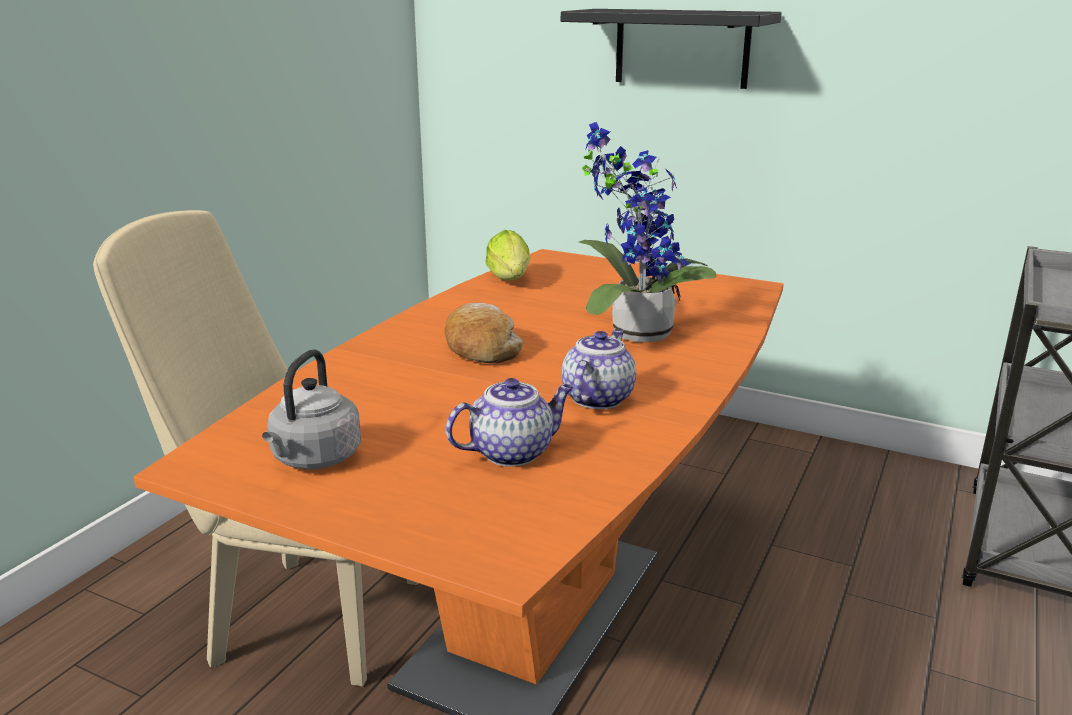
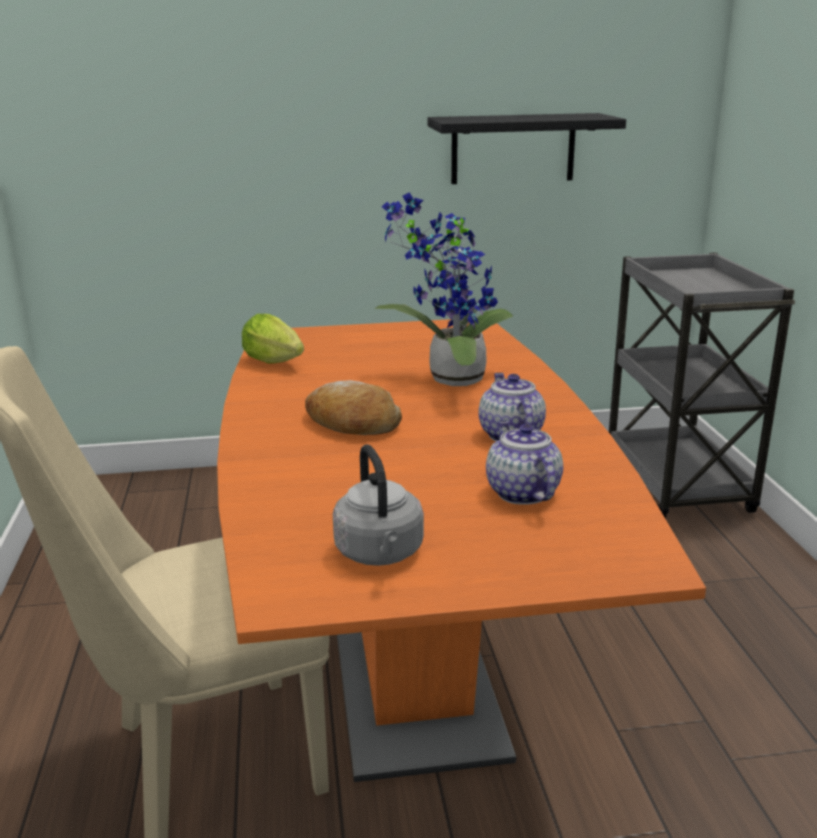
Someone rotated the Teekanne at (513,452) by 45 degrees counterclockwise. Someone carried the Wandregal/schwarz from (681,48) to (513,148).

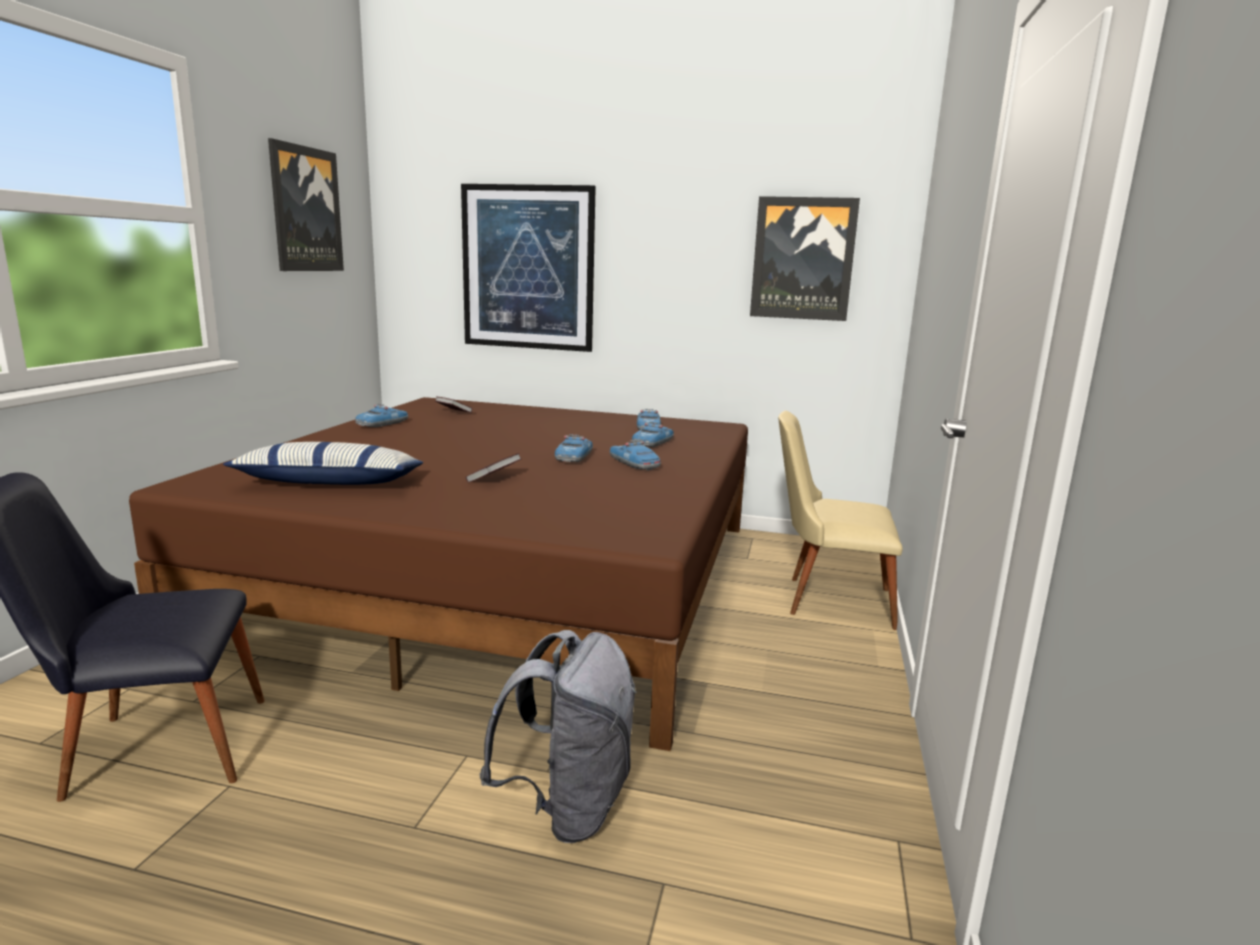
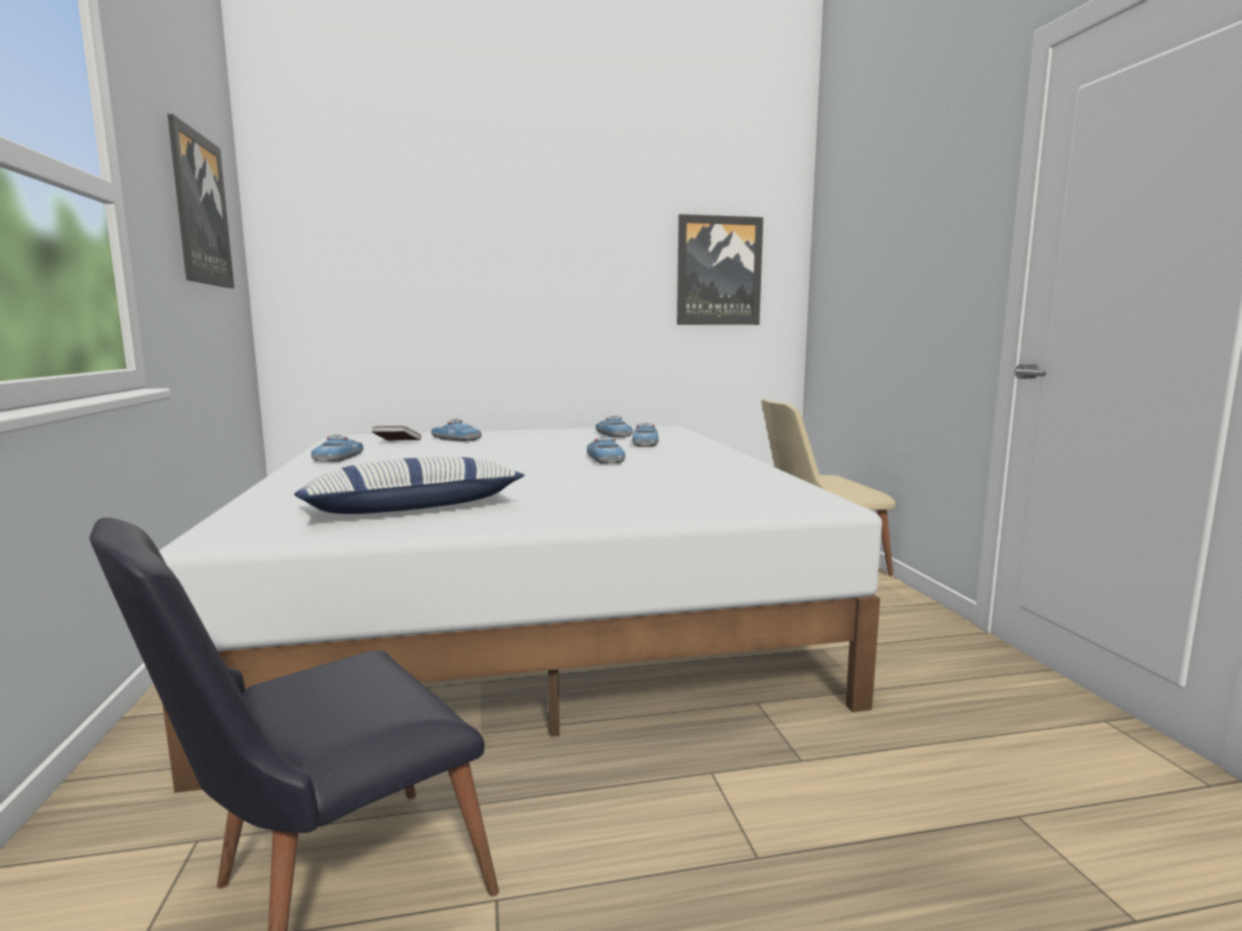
Someone repainted the Bett/braun at (508,579), which became the Bett/weiß at (531,607). Someone took away the Bild at (528,268). Someone took away the Buch at (494,479). Someone took away the Rucksack/grau at (567,807). Someone carried the Spielzeugauto from (634,463) to (456,439).

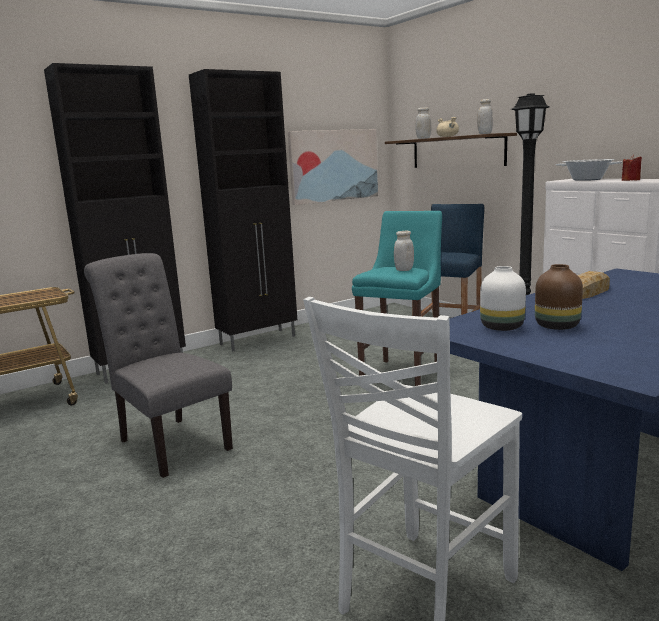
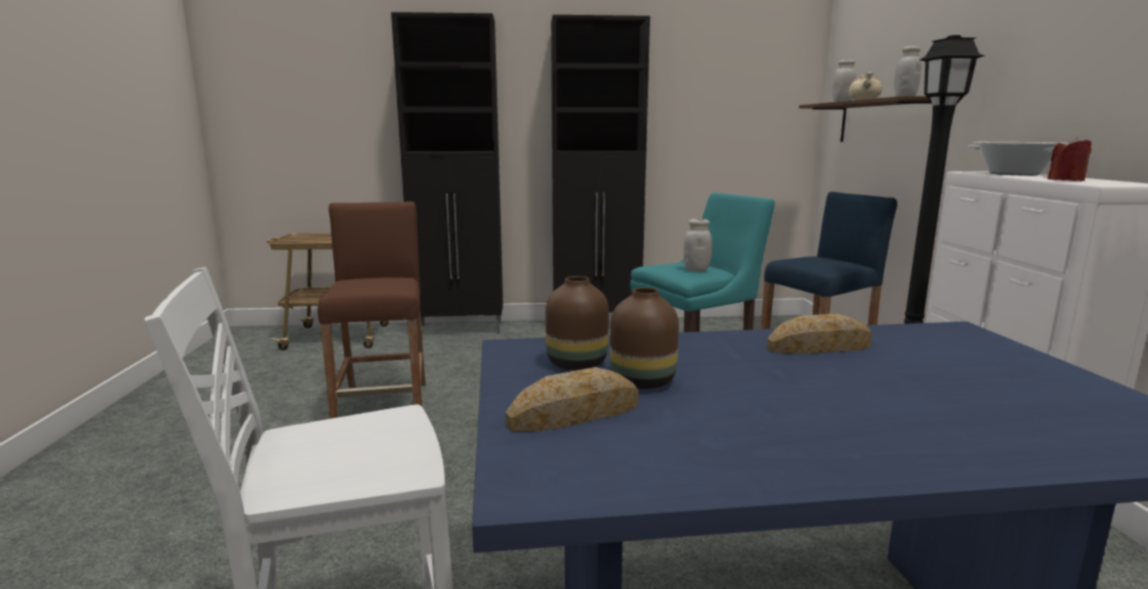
Someone swapped the Stuhl/grau at (170,442) for the Hocker/braun at (384,406). Someone took away the Bild at (333,165). Someone repainted the Vase/weiß at (503,327), which became the Vase/braun at (578,364). Someone put down the Brot at (574,413).

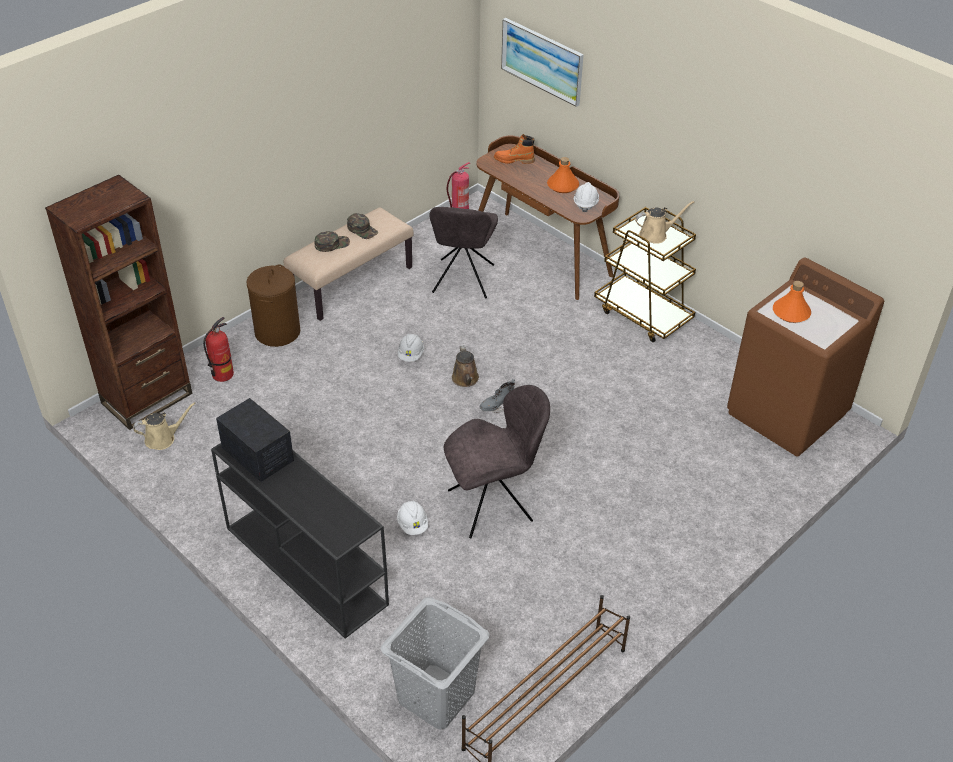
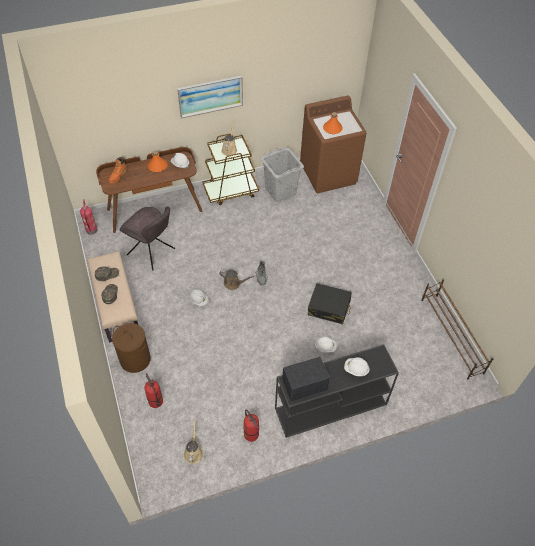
Someone took away the Bücherregal/braun at (147,398). Someone carried the Wäschekorb/grau from (435,696) to (280,191). Someone swapped the Stuhl/grau at (493,505) for the Koffer/schwarz at (329,308). Someone carried the Bild from (542,61) to (210,96). Someone put down the Feuerlöscher at (251,434). Someone put down the Schutzhelm/weiß at (356,369).

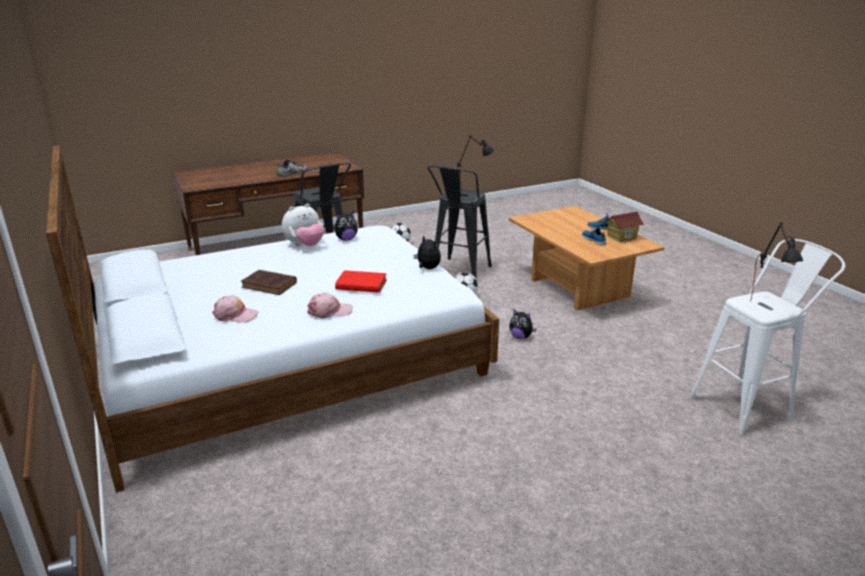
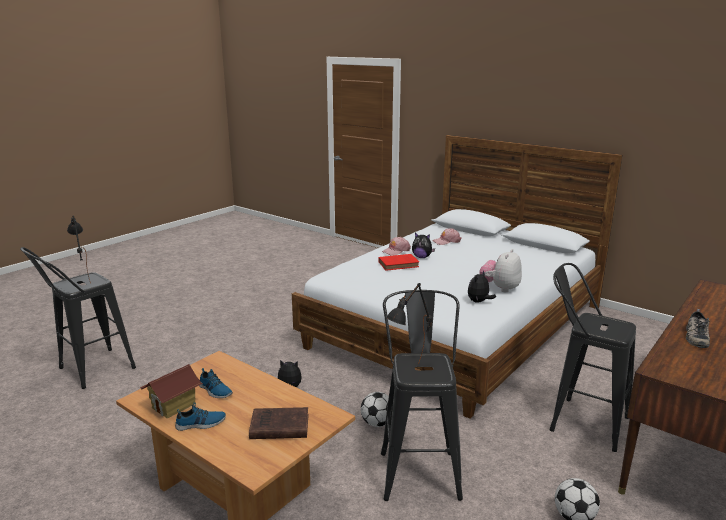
Someone carried the Buch/braun from (270,285) to (278,427). Someone carried the Plüschtier from (427,268) to (422,257). Someone repainted the Hocker/weiß at (748,406), which became the Hocker/schwarz at (89,371).

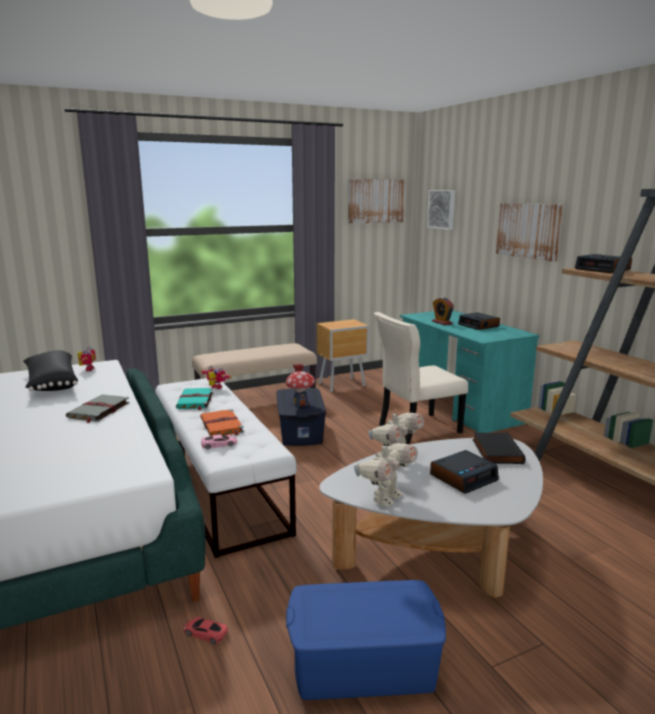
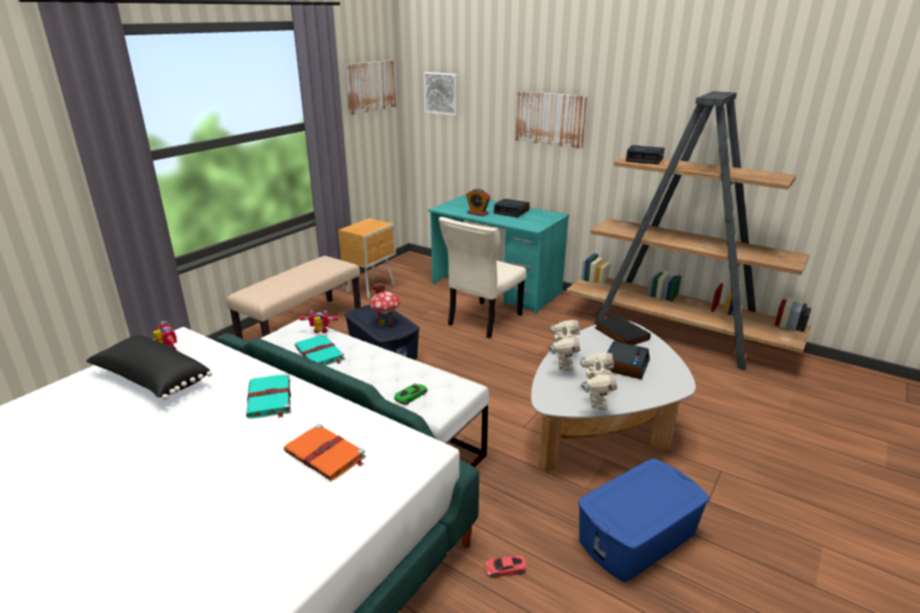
Someone repainted the Buch/grau at (98,410), which became the Buch/türkis at (269,399). Someone carried the Buch/orange from (222,426) to (326,455). Someone repainted the Spielzeugauto/rosa at (219,444), which became the Spielzeugauto/grün at (411,396).

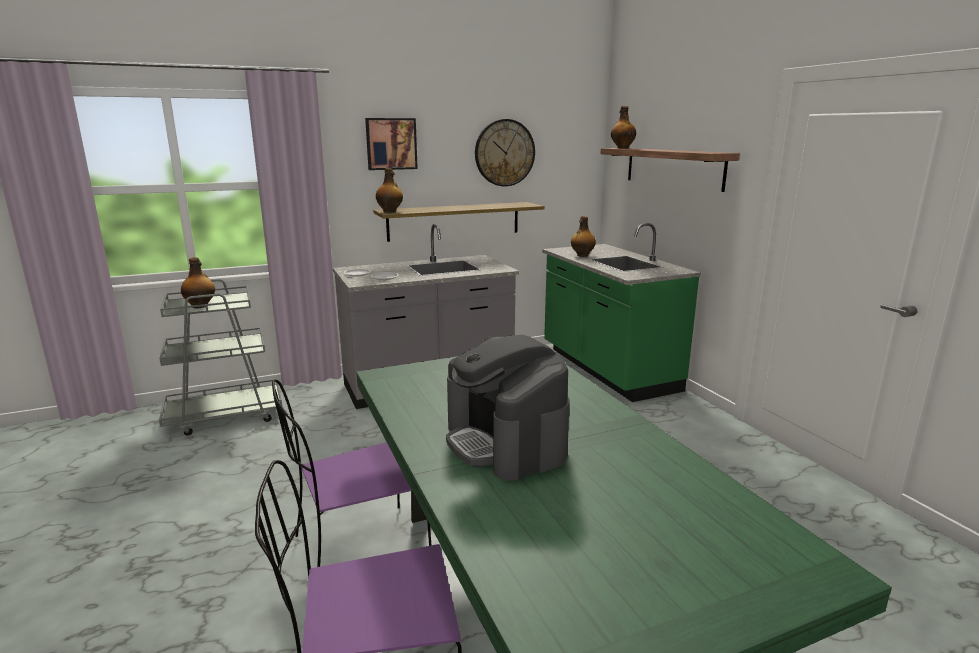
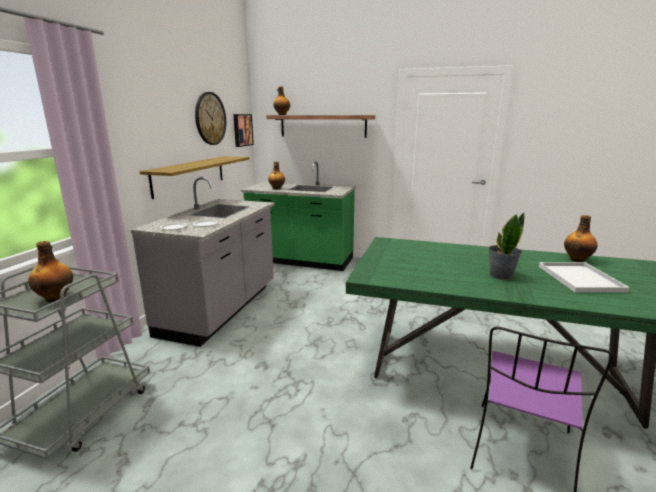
Someone took away the Stuhl/lila at (358,550). Someone carried the Bild from (391,144) to (242,130). Someone carried the Flasche from (390,211) to (577,260). Someone swapped the Kaffeemaschine at (506,442) for the Topfpflanze at (500,275). Someone put down the Tablett/weiß at (581,279).

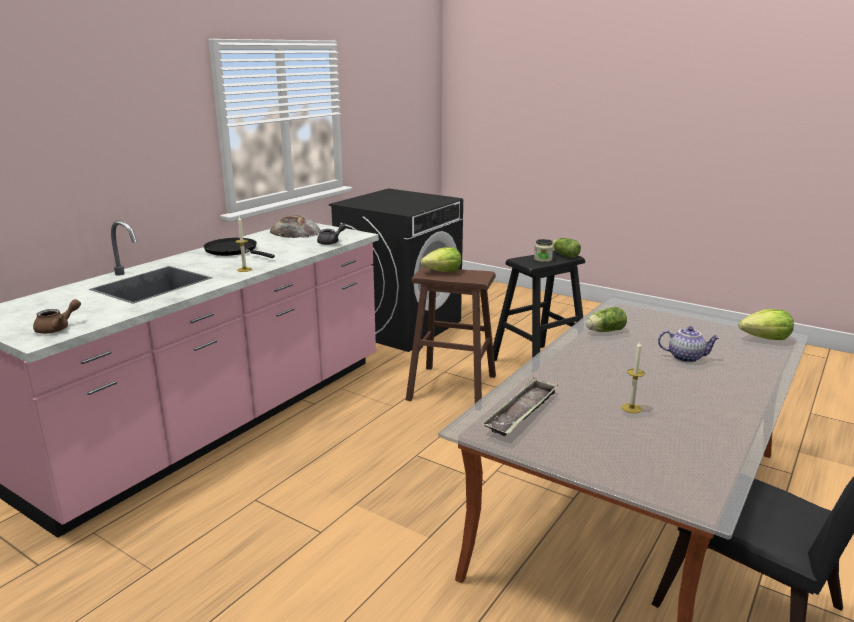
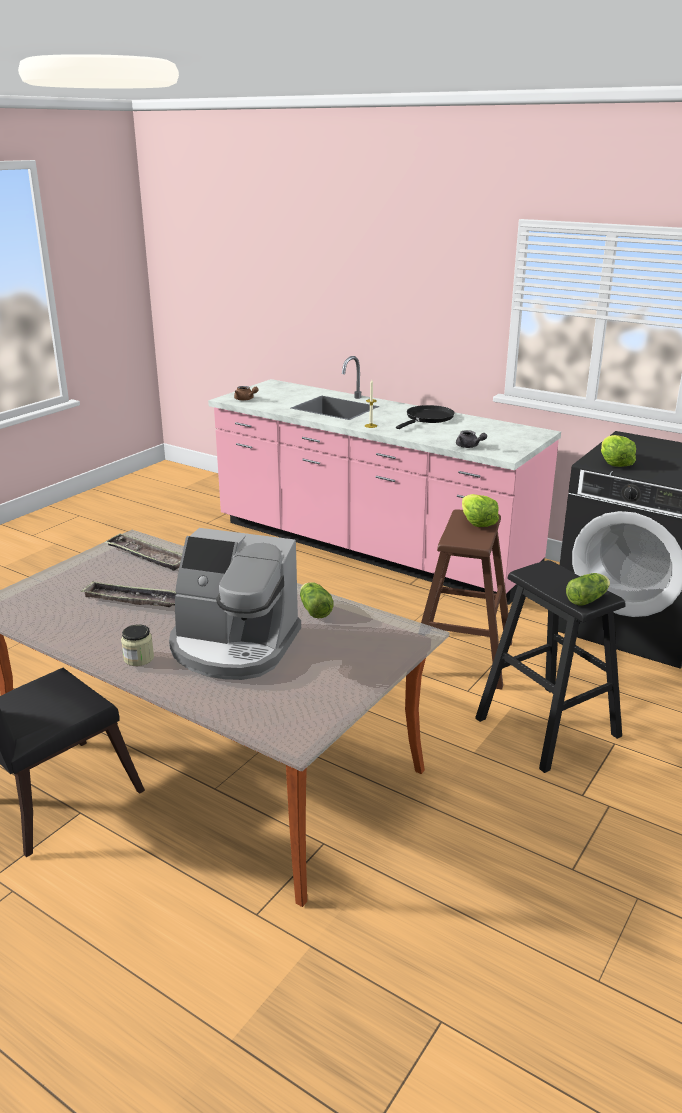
Someone took away the Brot at (295,232). Someone carried the Vorratsglas from (543,259) to (139,658). Someone swapped the Kerze at (631,408) for the Tablett at (134,600). Someone swapped the Teekanne at (686,357) for the Kaffeemaschine at (233,647). Someone carried the Salatkopf from (765,338) to (614,463).

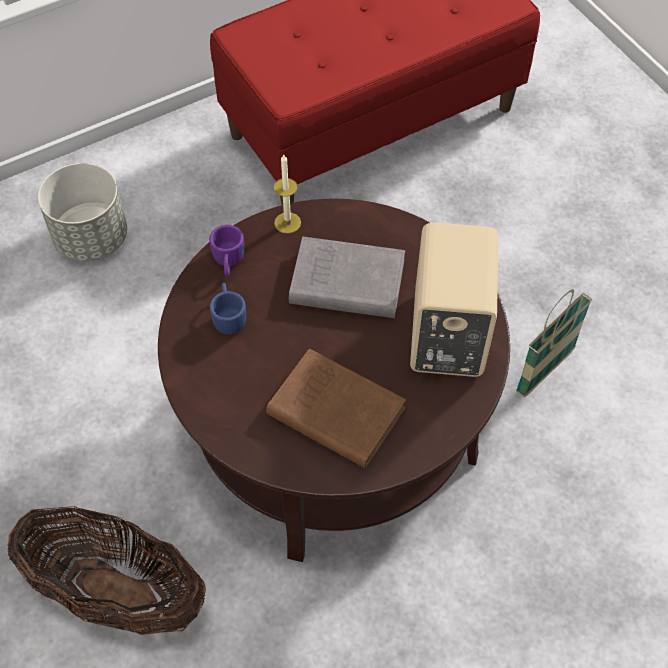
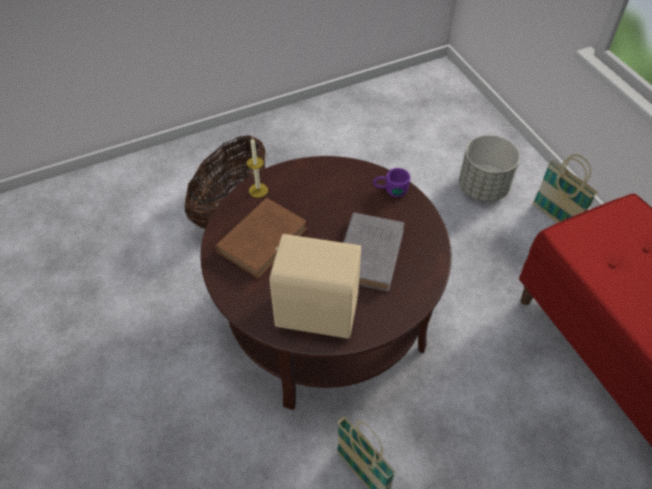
Someone took away the Henkelbecher/blau at (228,315). Someone carried the Kerze from (287,223) to (258,190). Someone put down the Korb at (554,218).

